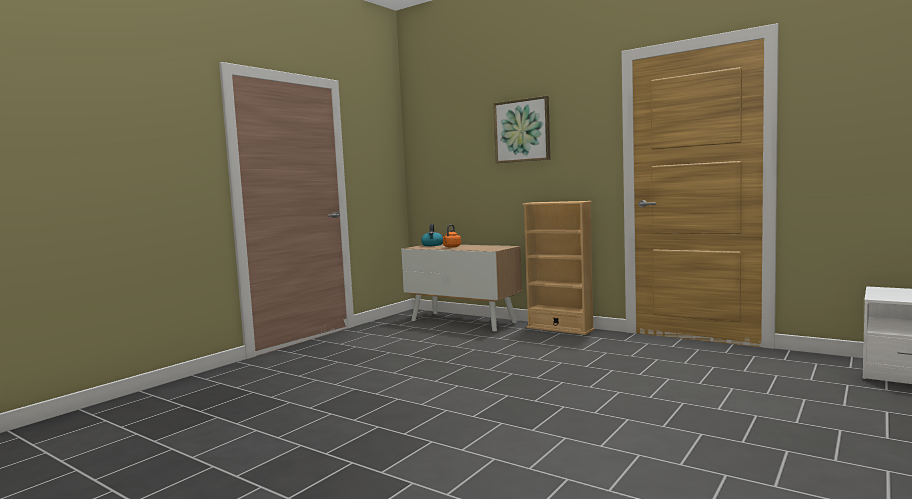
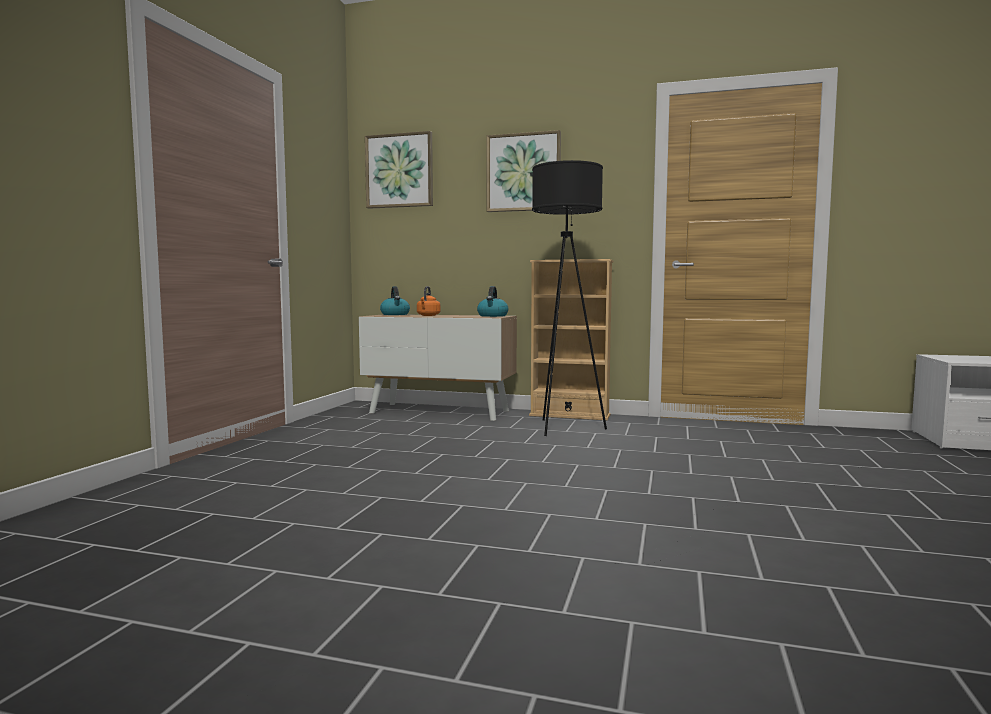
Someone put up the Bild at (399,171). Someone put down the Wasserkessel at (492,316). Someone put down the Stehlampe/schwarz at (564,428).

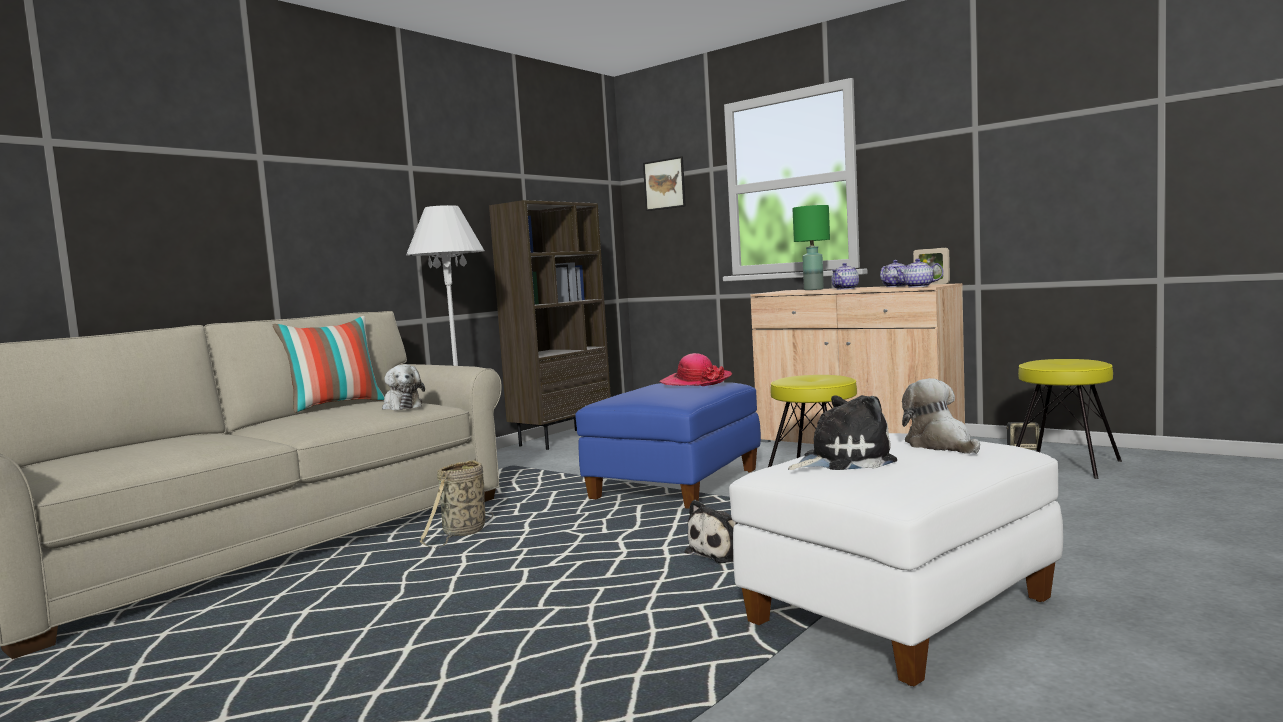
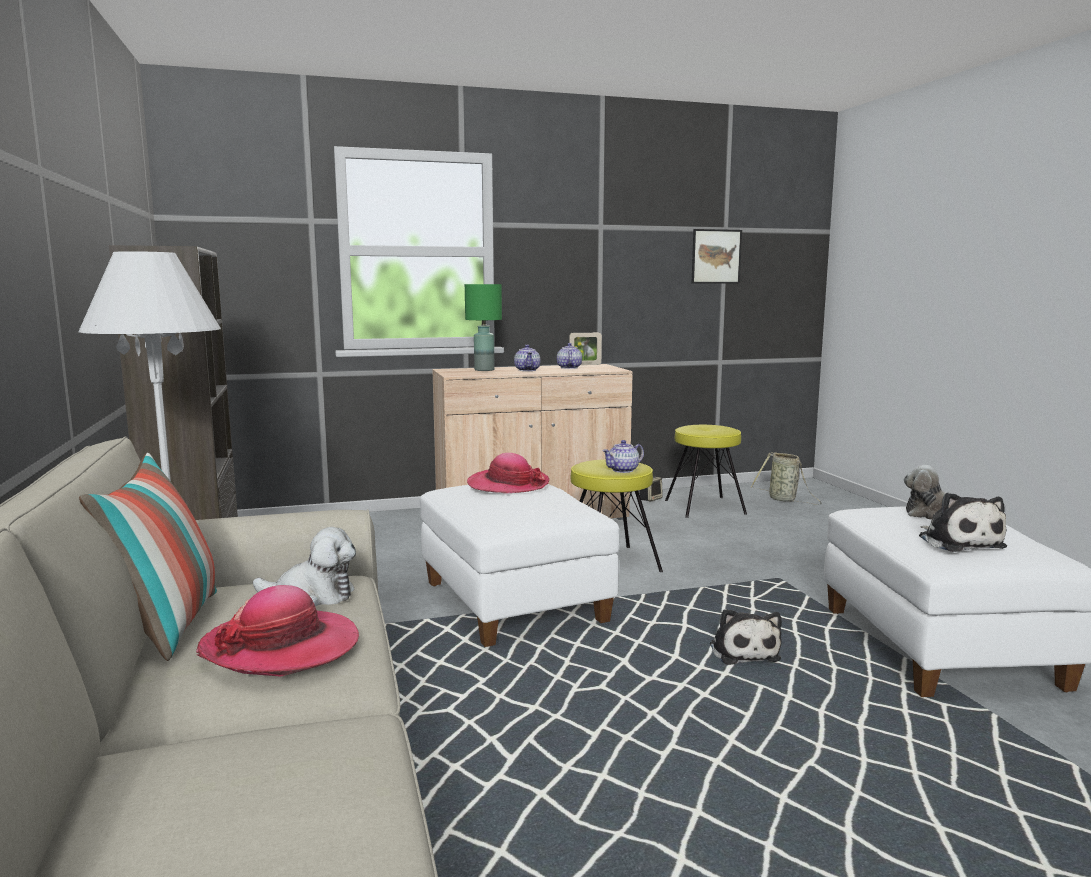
Someone carried the Korb from (463,533) to (784,500). Someone repainted the Polsterhocker/blau at (676,485), which became the Polsterhocker/weiß at (515,603). Someone carried the Bild from (664,184) to (716,256). Someone rotated the Plüschtier at (842,460) by 150 degrees clockwise. Someone carried the Teekanne from (918,286) to (623,470). Someone put down the Hut at (281,647).

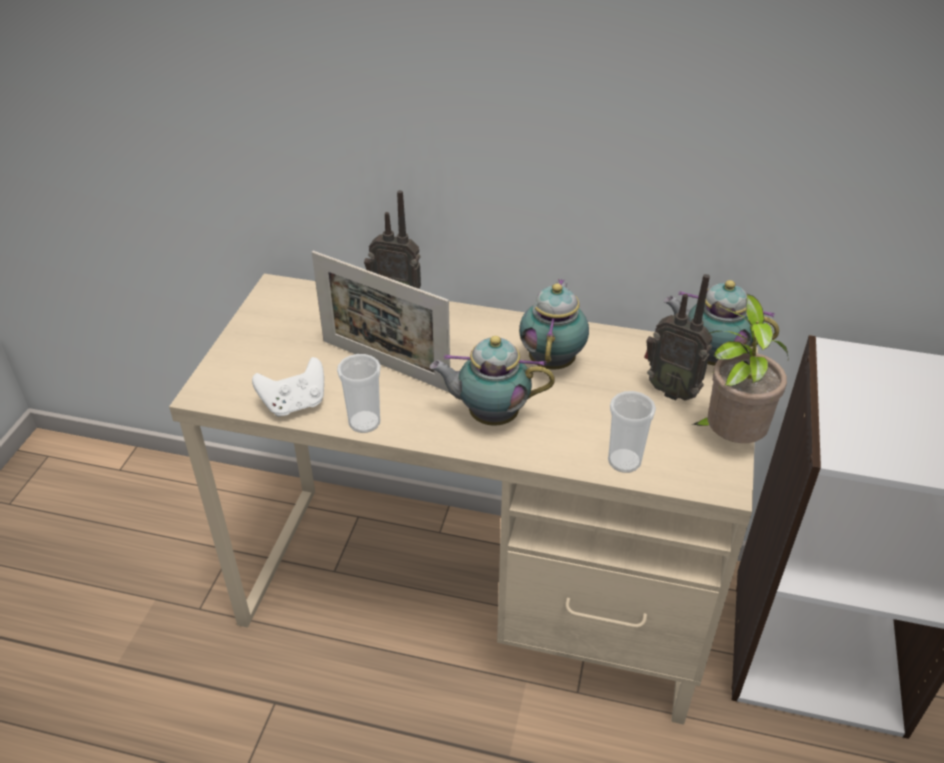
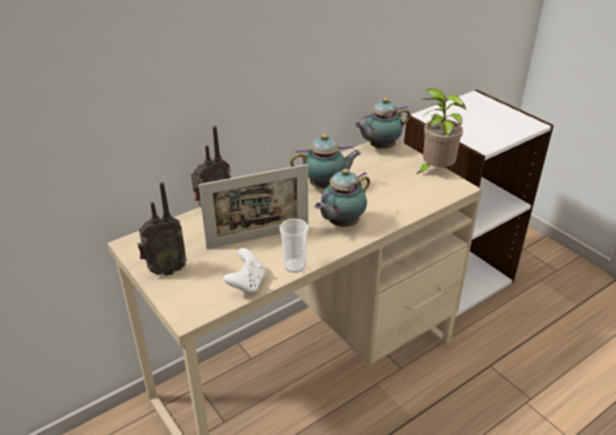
Someone rotated the Teekanne at (552,360) by 120 degrees clockwise. Someone took away the Tasse at (624,461). Someone carried the Radio from (671,390) to (165,270).

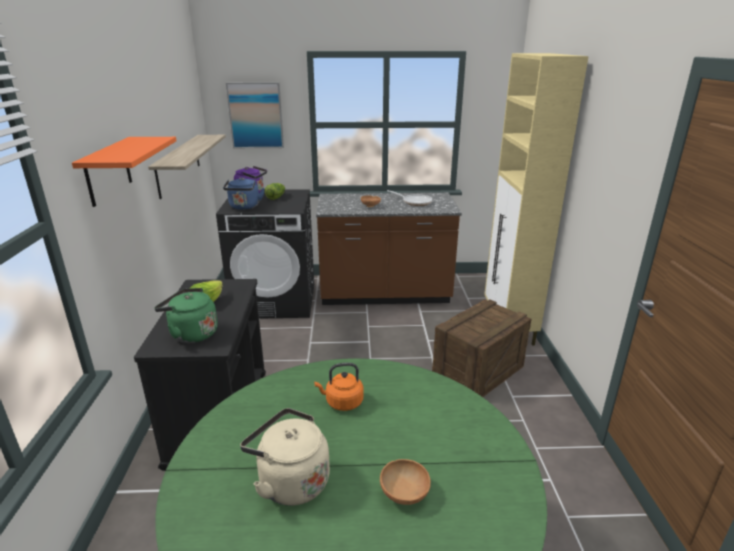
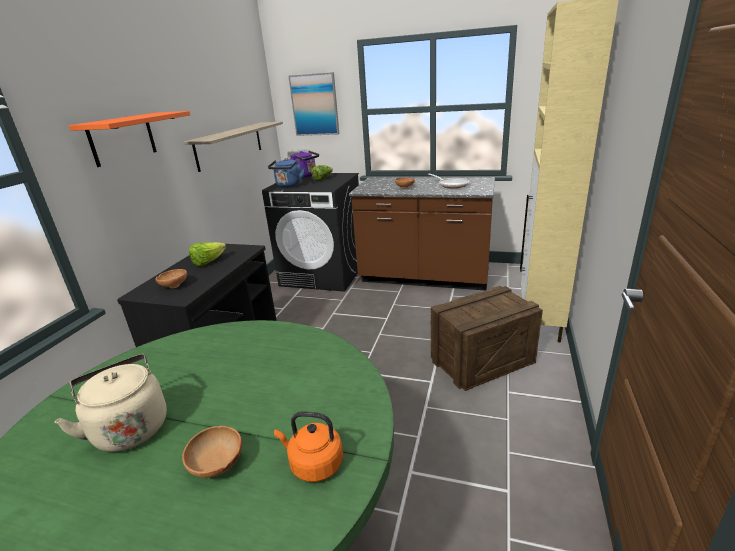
Someone swapped the Wasserkessel/grün at (191,334) for the Schüssel/braun at (174,285). Someone carried the Wasserkessel/orange from (342,402) to (314,464).

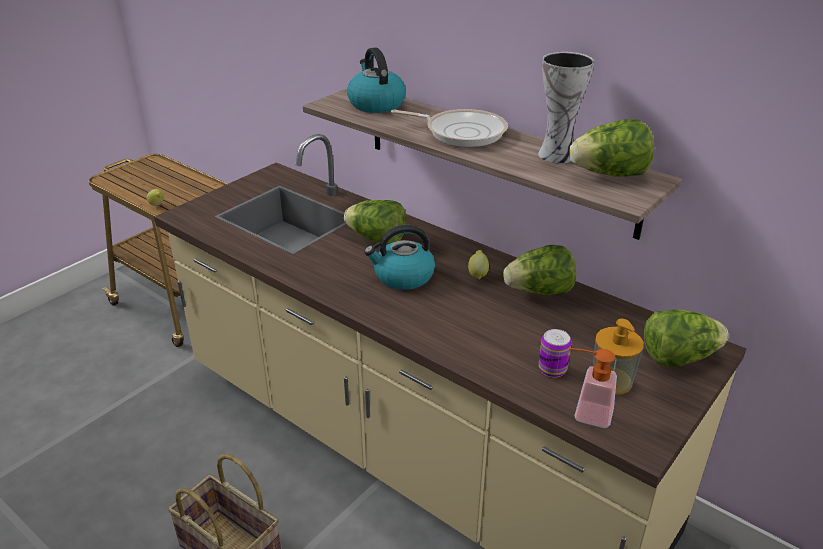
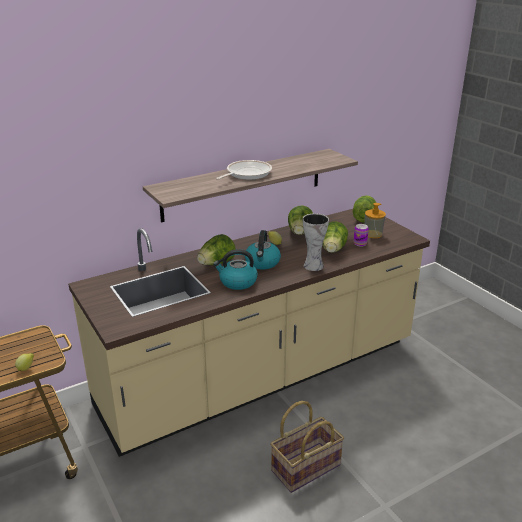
Someone carried the Wasserkessel from (376,104) to (237,282). Someone carried the Vase from (557,154) to (312,265). Someone carried the Salatkopf from (609,175) to (333,250). Someone took away the Seifenspender at (585,413).

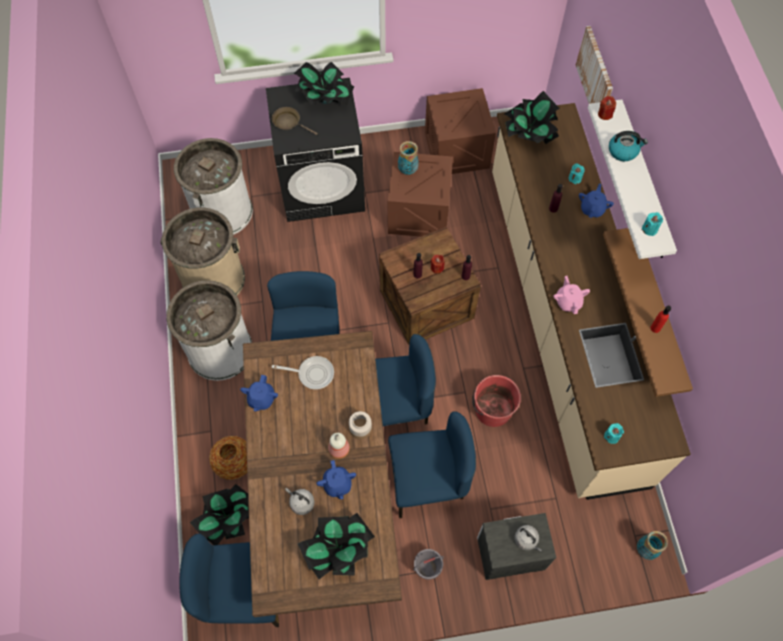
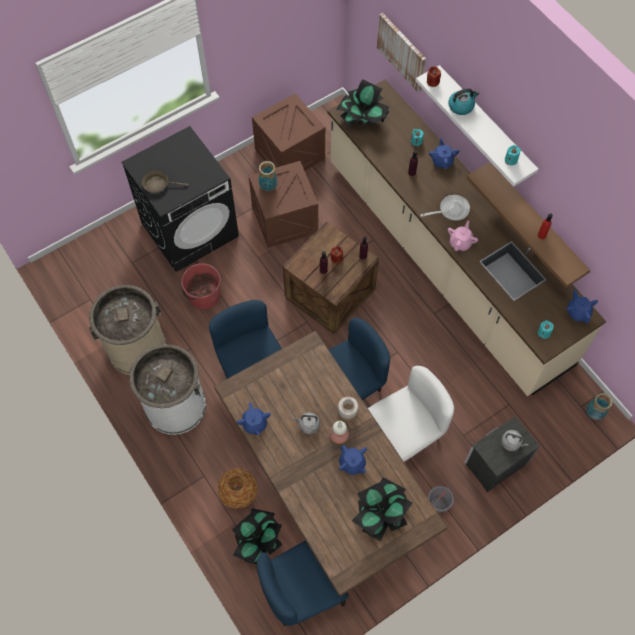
Someone took away the Mülleimer/weiß at (222,211). Someone carried the Pfanne from (312,373) to (451,210). Someone carried the Wasserkessel/grau from (301,503) to (308,425). Someone took away the Topfpflanze at (325,99). Someone repainted the Stuhl/blau at (427,481), which became the Stuhl/weiß at (404,436). Someone carried the Eimer/rot from (492,409) to (203,295). Someone rotated the Teekanne/rosa at (568,302) by 60 degrees clockwise. Someone put down the Teekanne/blau at (578,312).

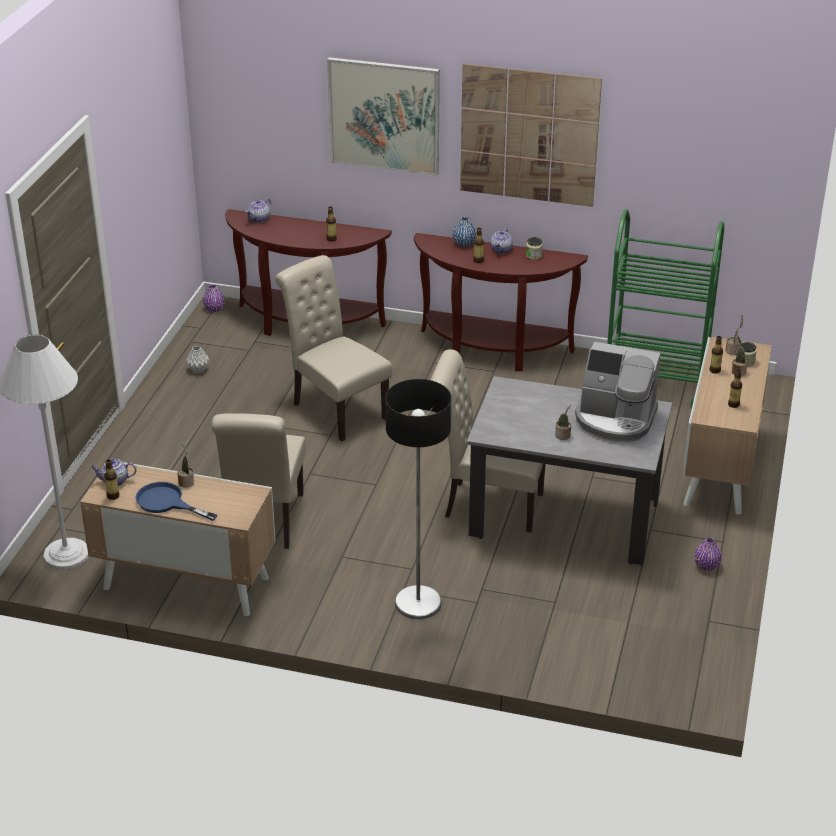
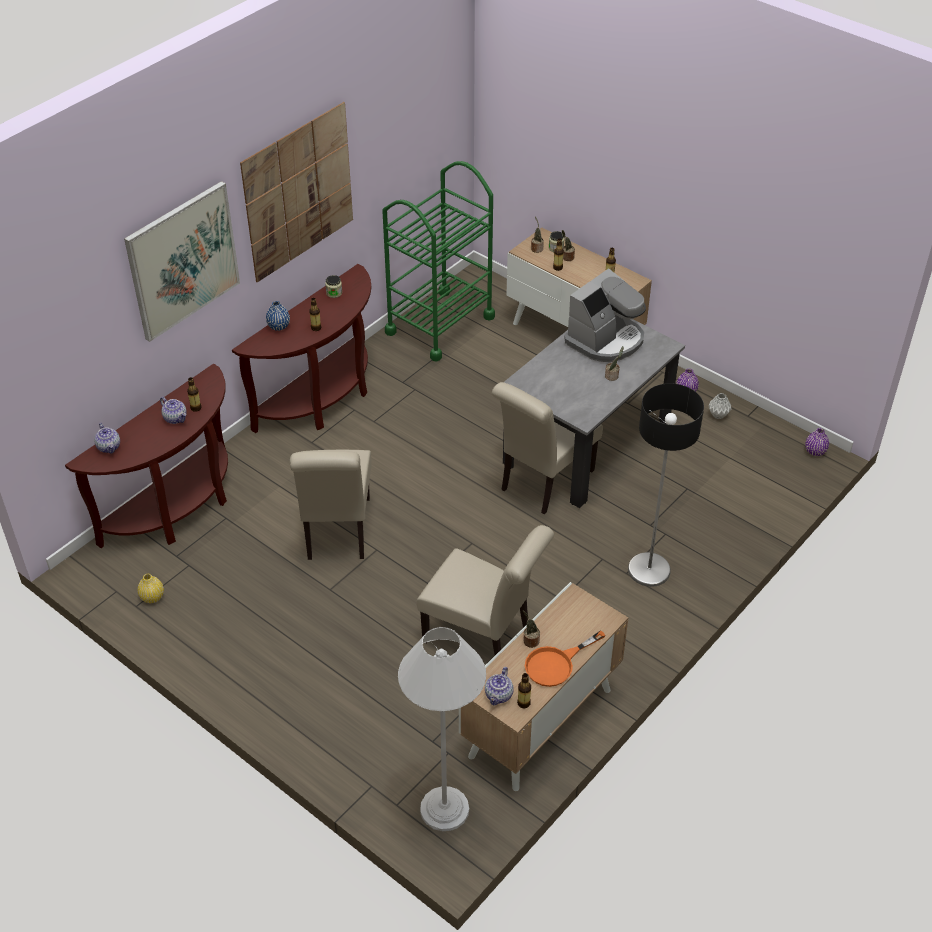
Someone repainted the Pfanne/blau at (167,502), which became the Pfanne/orange at (556,664). Someone carried the Vase/grau from (198,370) to (718,415). Someone carried the Vase/lila from (214,309) to (815,451). Someone rotated the Stuhl/beige at (335,408) by 75 degrees counterclockwise. Someone carried the Teekanne from (501,250) to (175,418). Someone put down the Vase/gelb at (152,597).

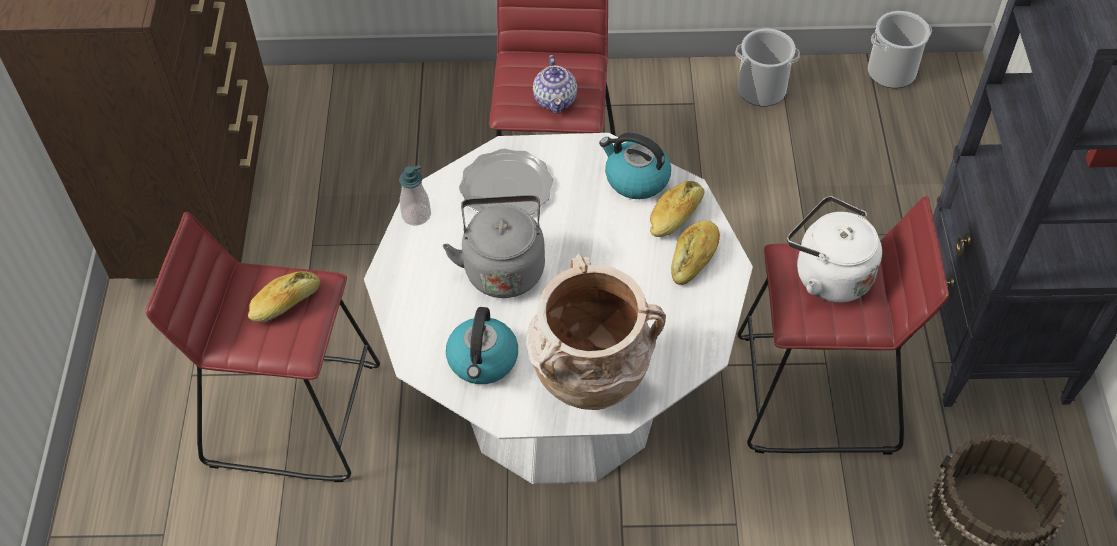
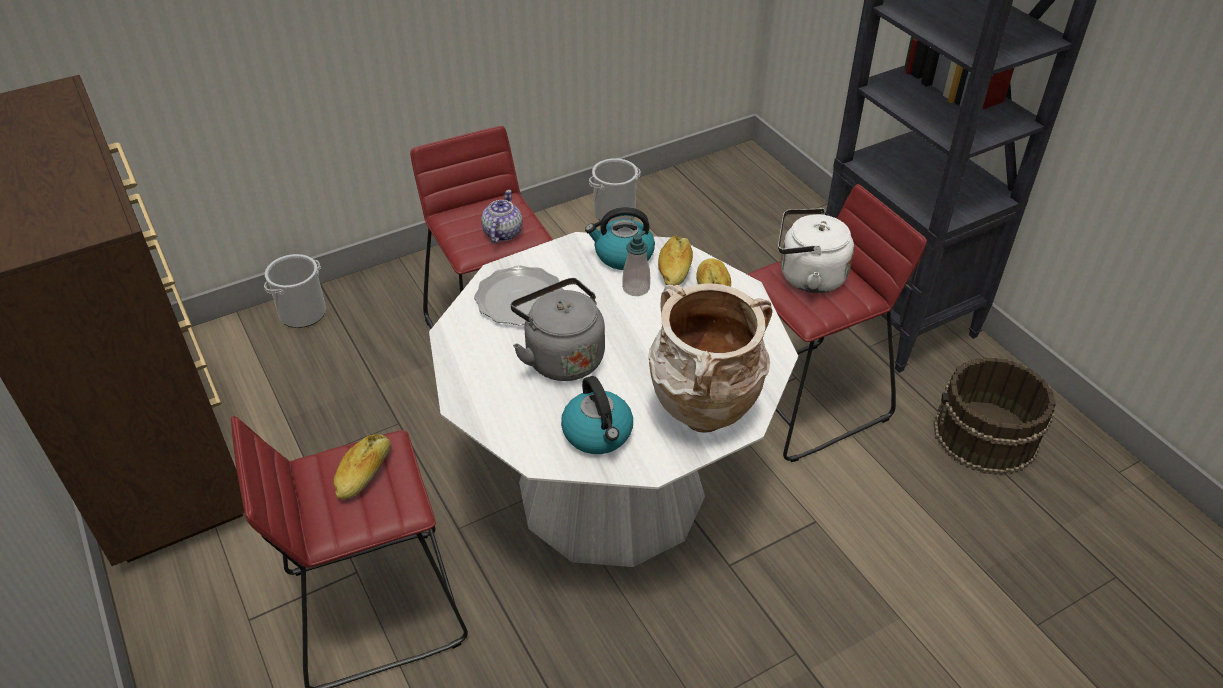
Someone carried the Seifenspender from (416,215) to (636,288). Someone rotated the Teekanne at (555,99) by 135 degrees counterclockwise. Someone carried the Eimer from (891,72) to (302,313).

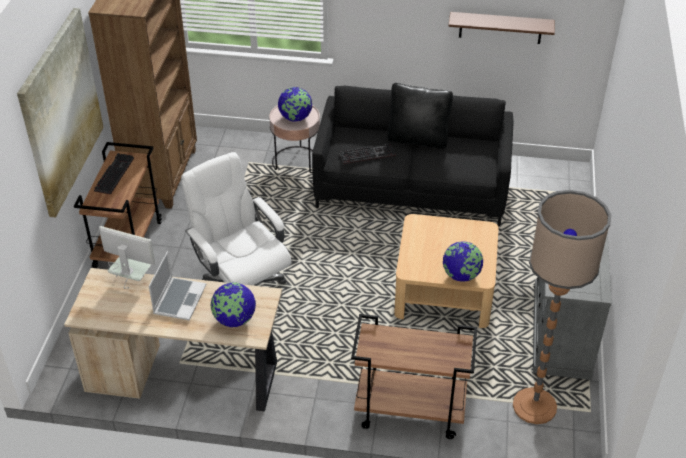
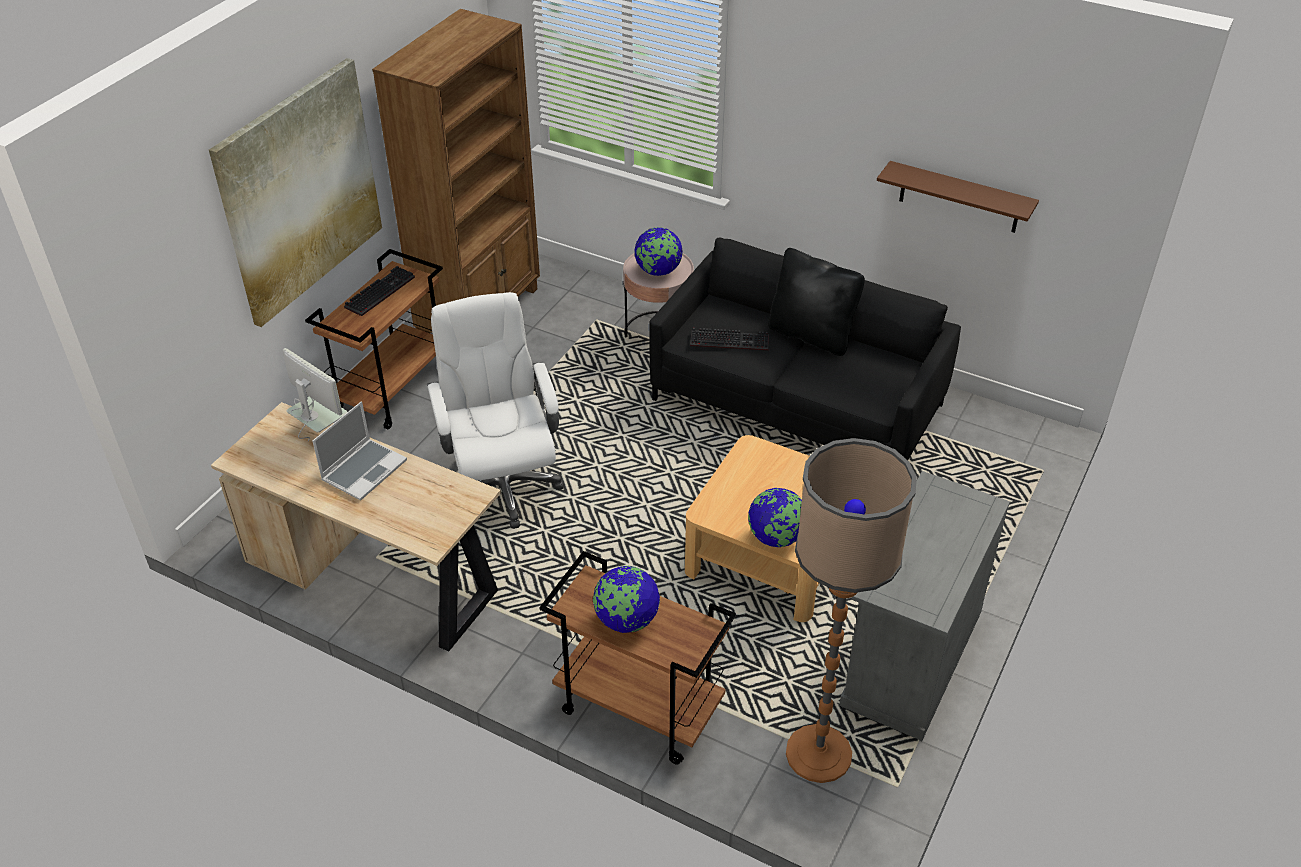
Someone carried the Globus from (234,320) to (626,620).

